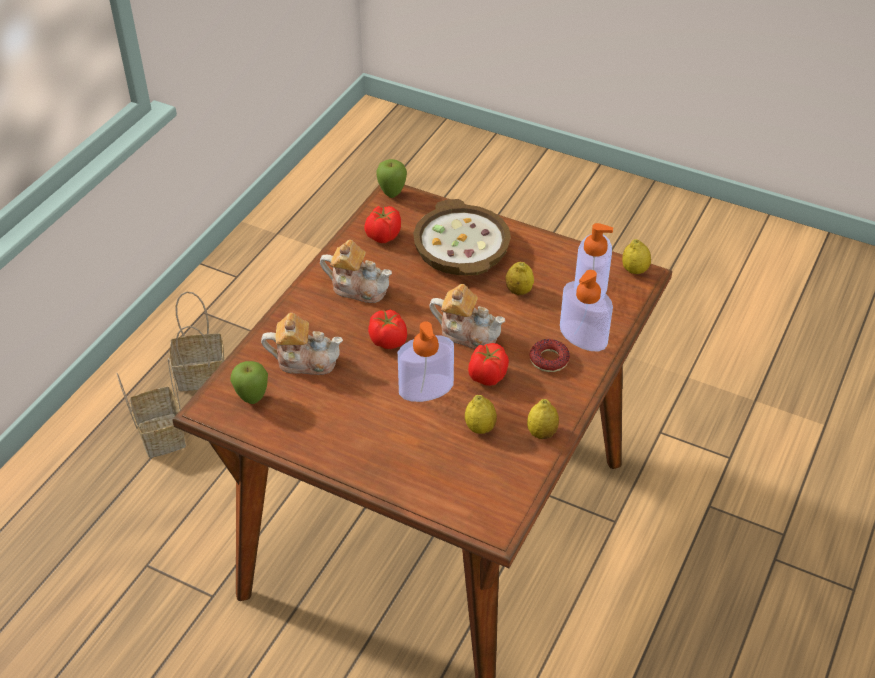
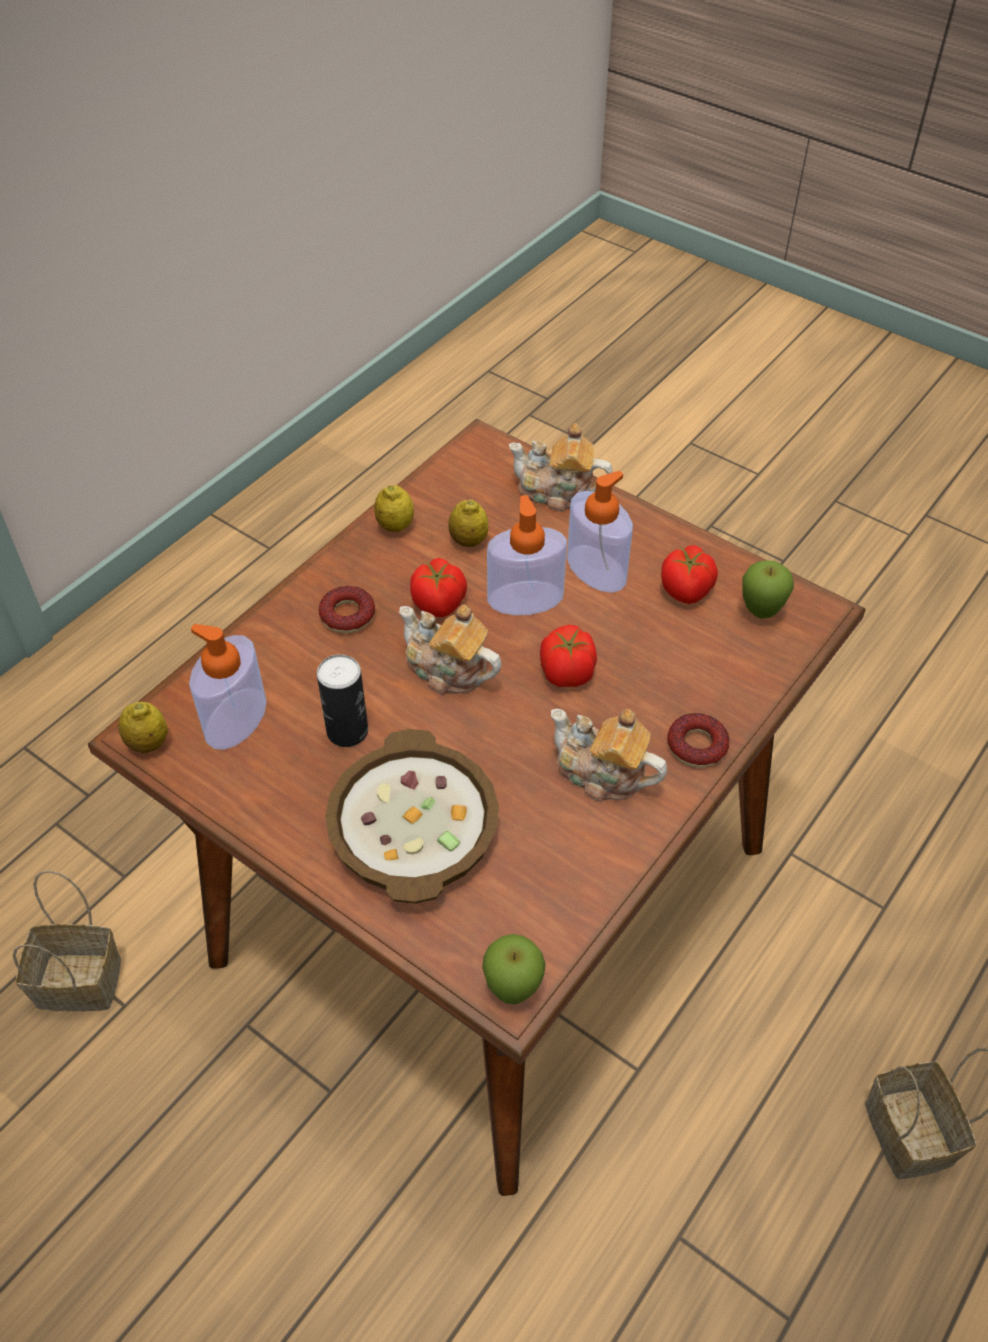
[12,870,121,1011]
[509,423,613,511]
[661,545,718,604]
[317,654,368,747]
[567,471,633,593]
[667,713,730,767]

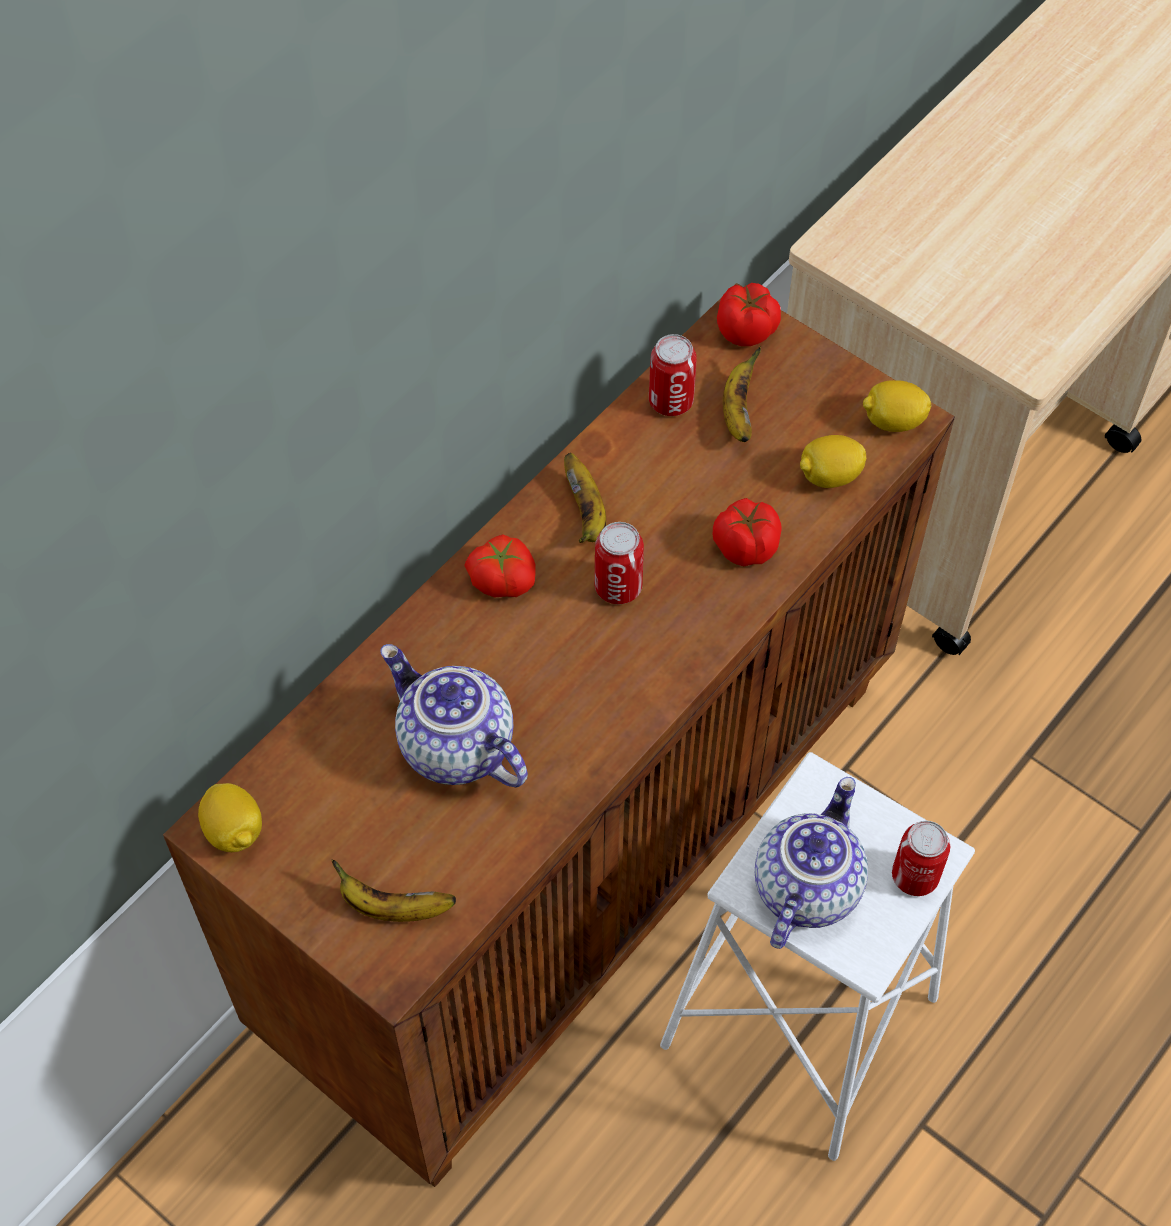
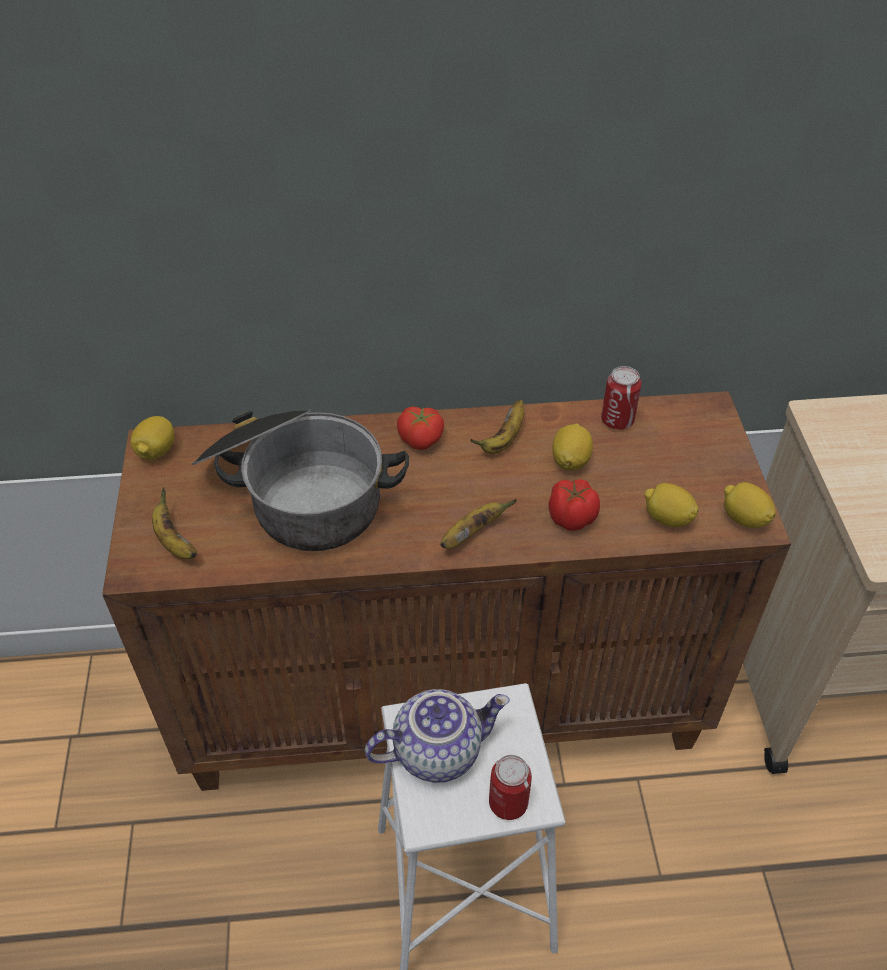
[192,410,409,551]
[594,522,644,604] (first image)
[717,283,781,346] (first image)
[441,499,517,548]
[553,423,593,470]

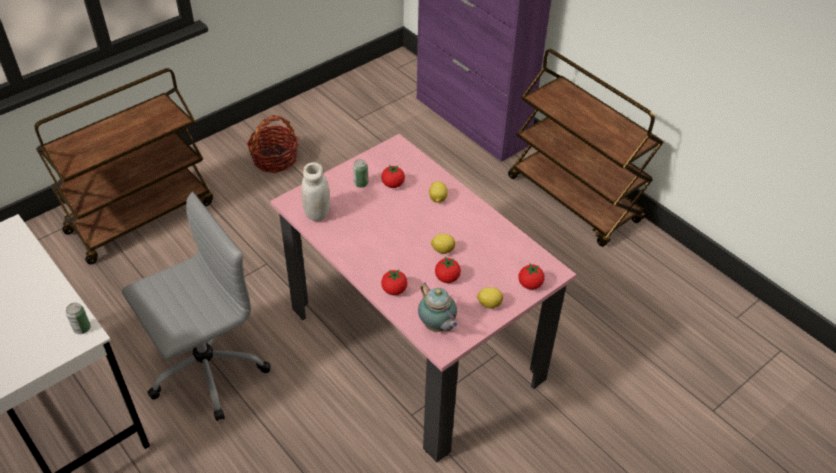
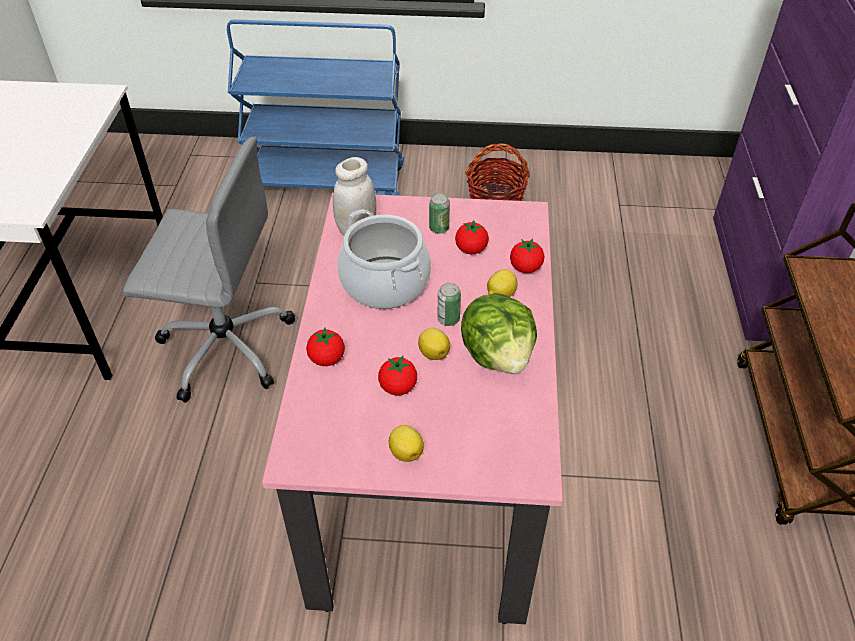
[227,19,404,196]
[437,283,461,326]
[418,282,458,332] (first image)
[510,239,544,273]
[337,209,431,309]
[461,293,537,374]

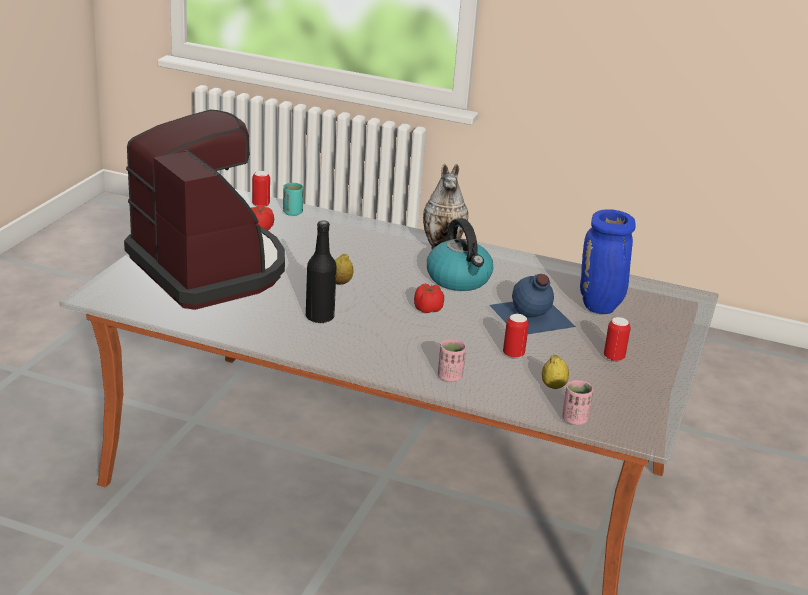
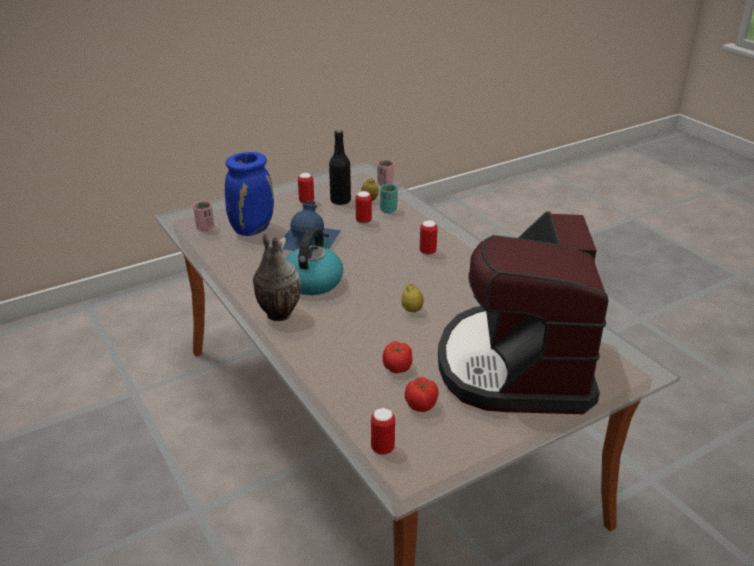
[380,184,398,213]
[329,130,351,205]
[382,341,412,373]
[193,201,214,231]
[420,220,438,255]

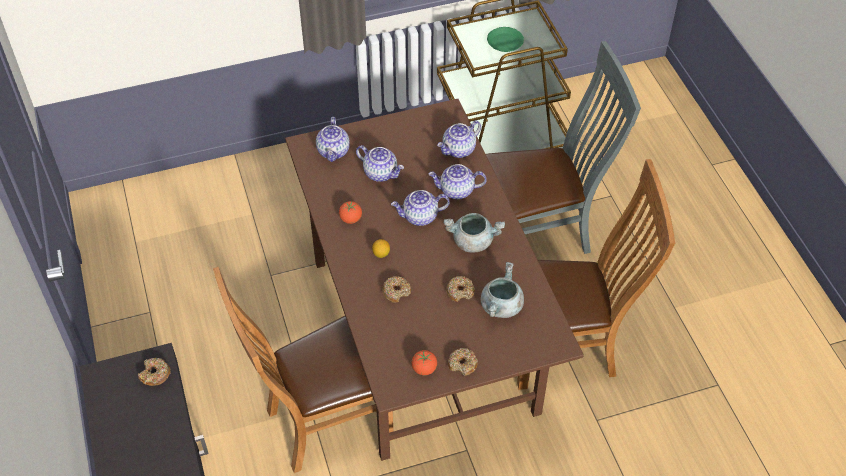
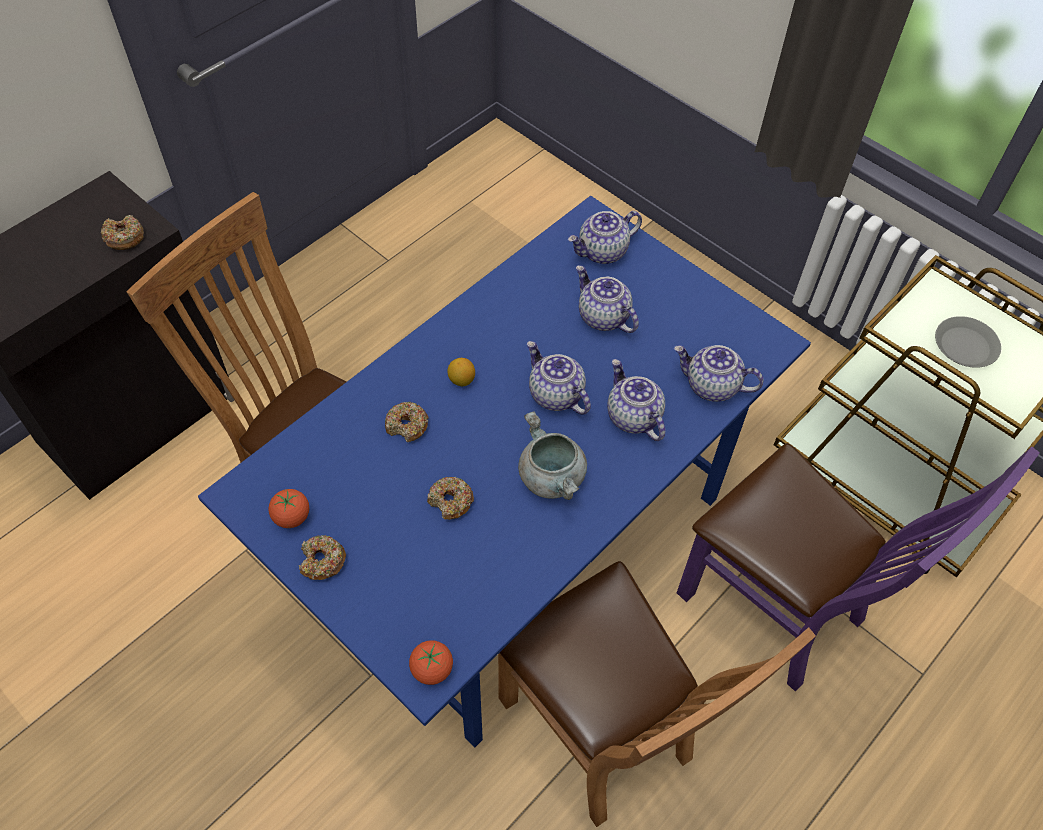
[198,196,811,748]
[409,640,453,685]
[576,265,639,333]
[481,262,524,318] (first image)
[677,443,1040,692]
[935,316,1001,368]

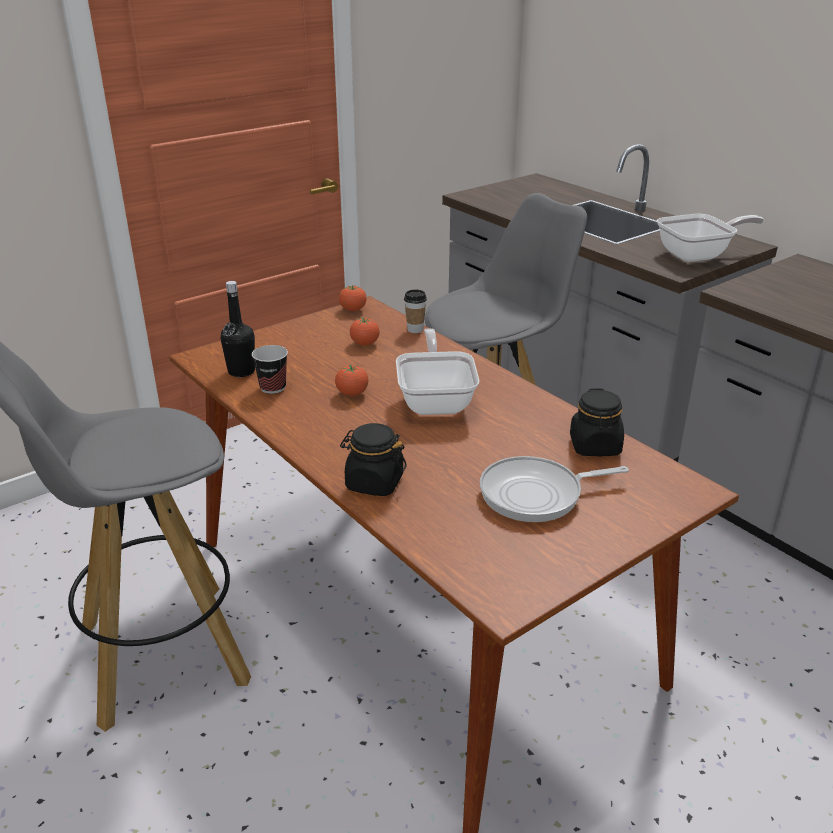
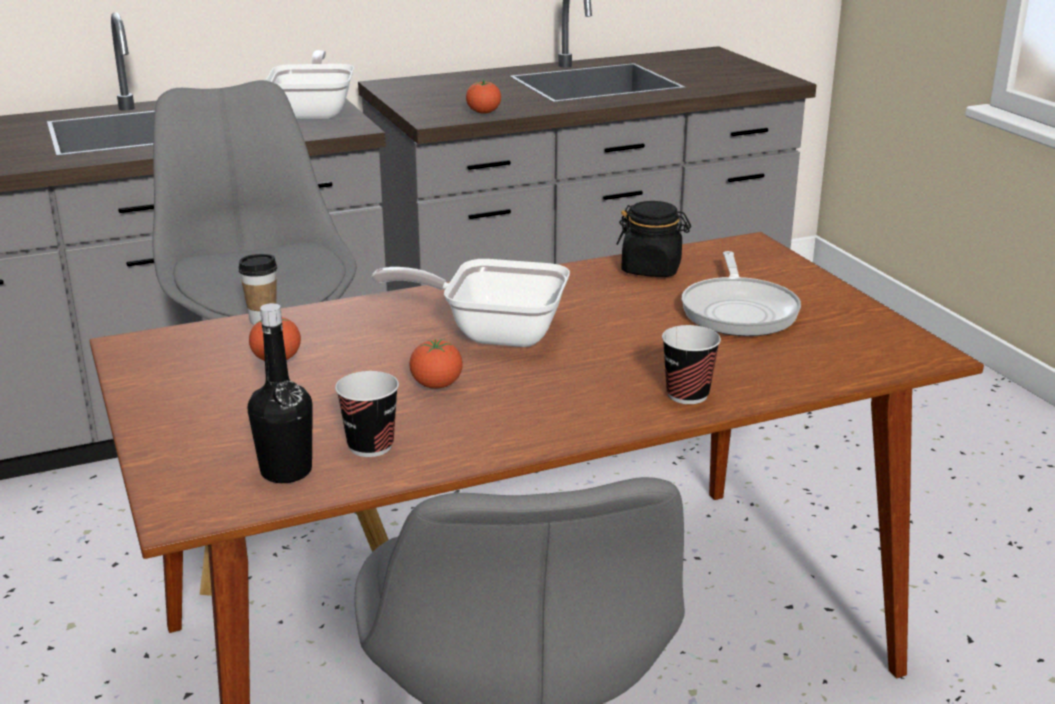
[466,79,501,113]
[662,325,721,404]

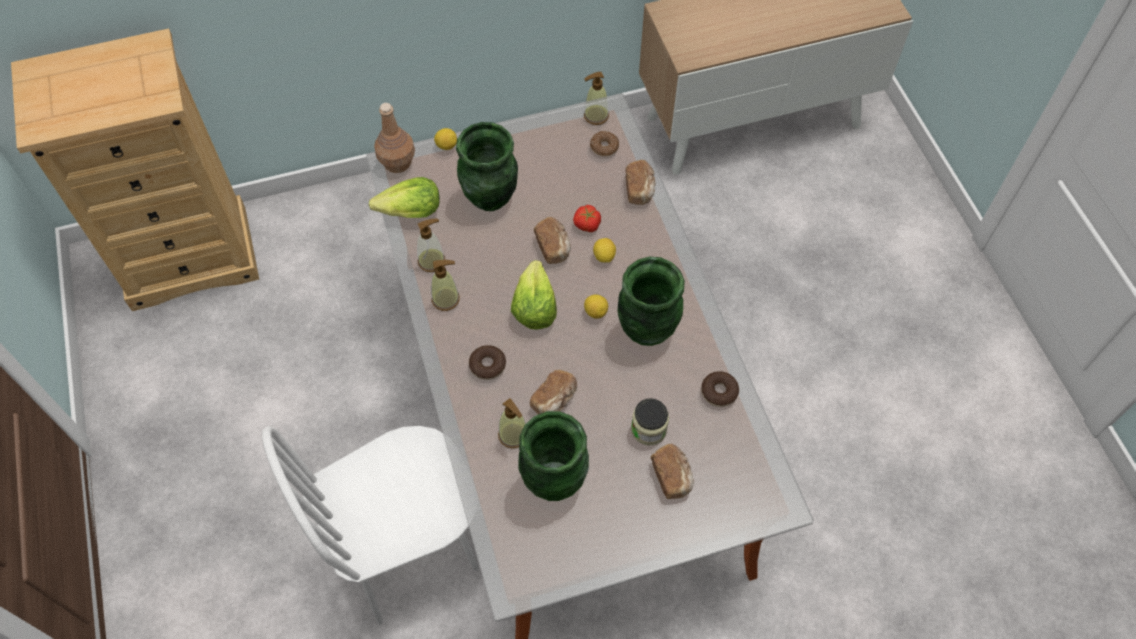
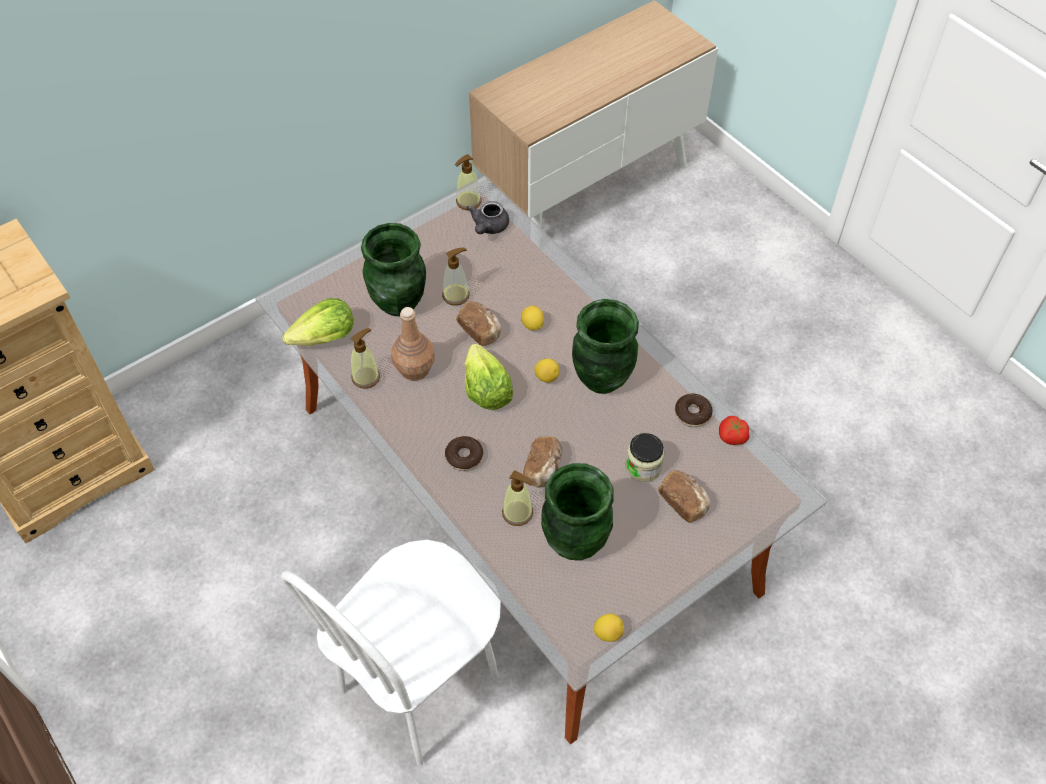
[391,307,435,381]
[442,248,469,305]
[594,613,624,642]
[719,416,749,445]
[467,201,509,234]
[625,160,656,205] (first image)

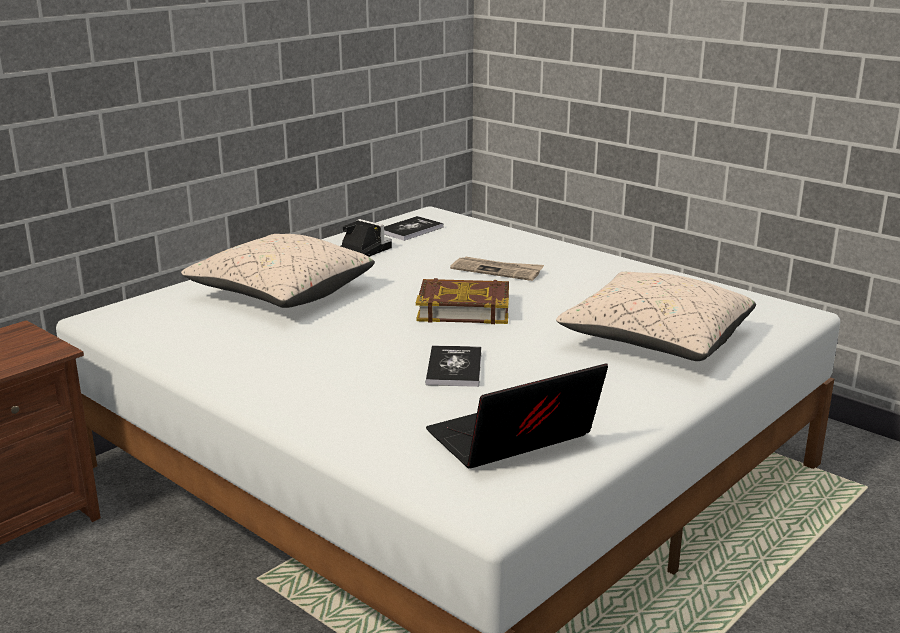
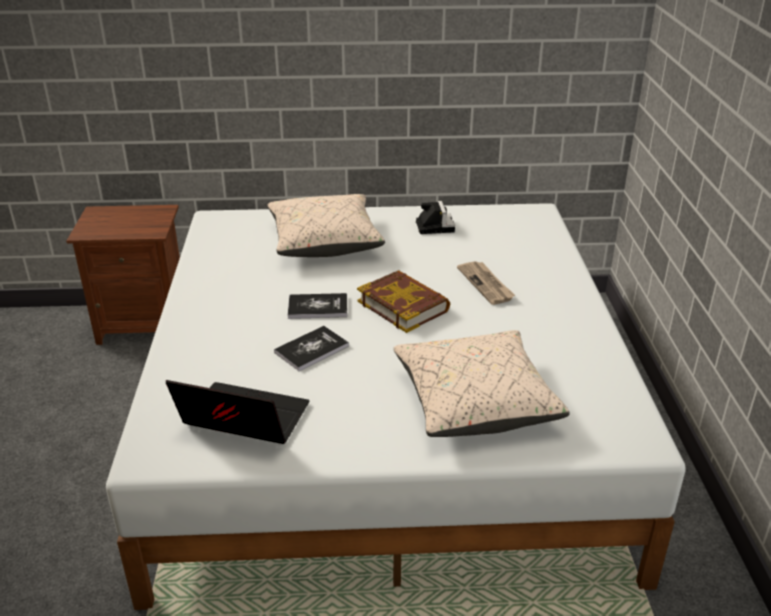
[288,293,347,319]

